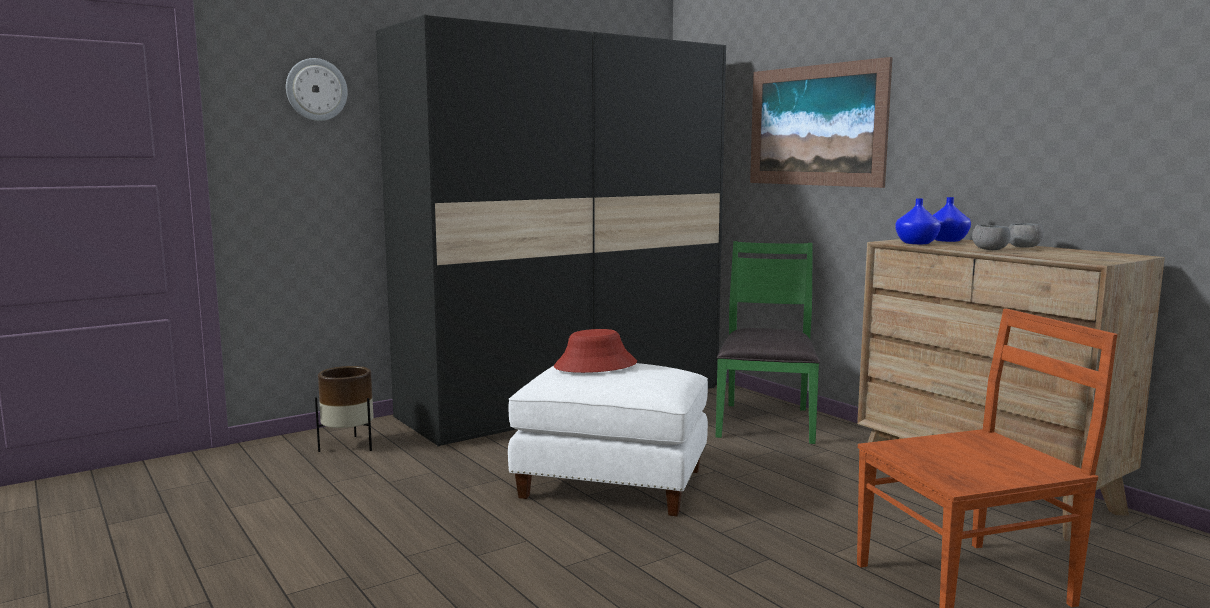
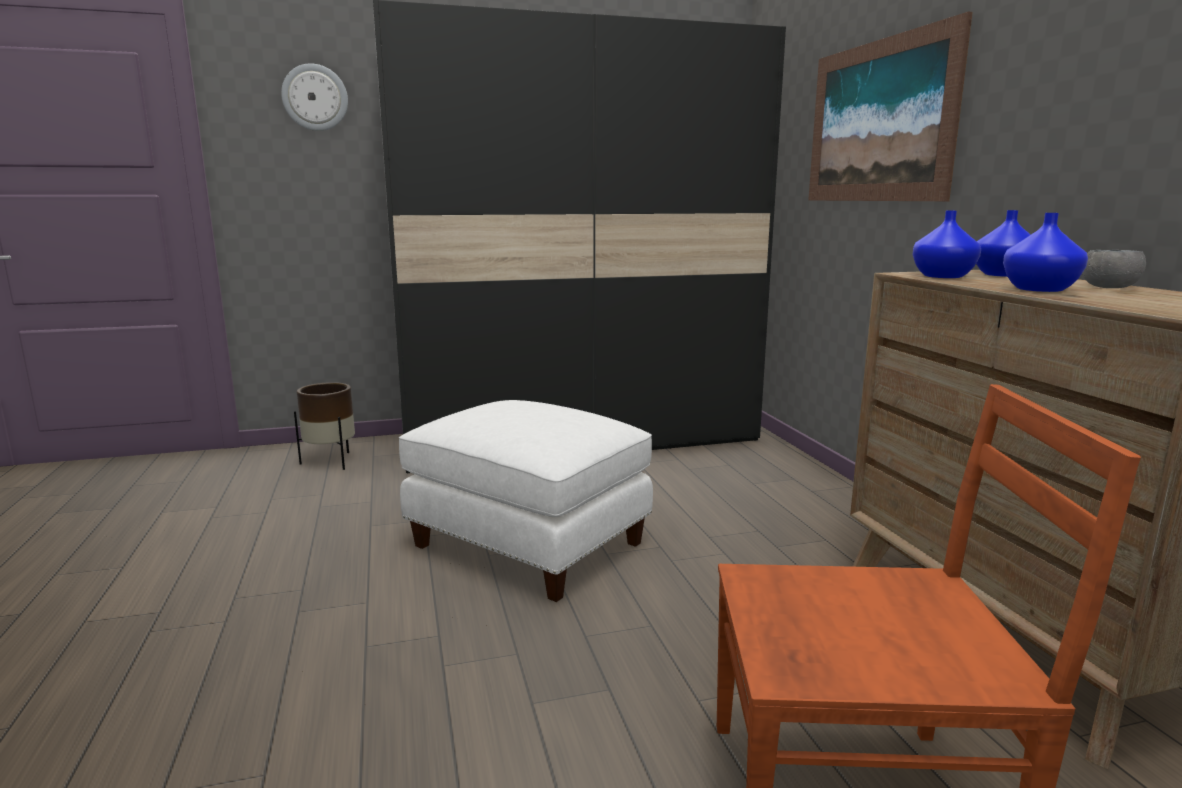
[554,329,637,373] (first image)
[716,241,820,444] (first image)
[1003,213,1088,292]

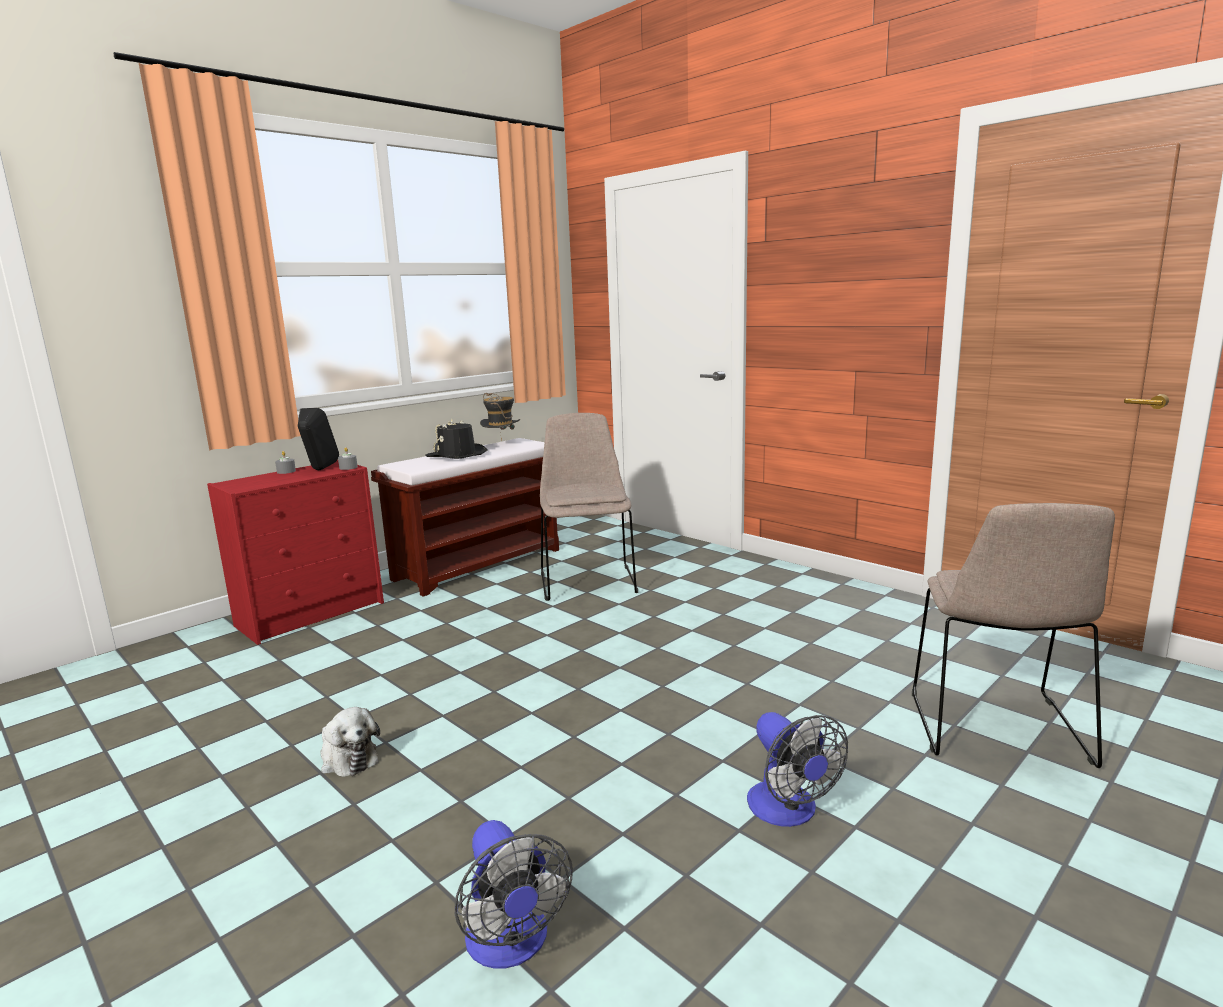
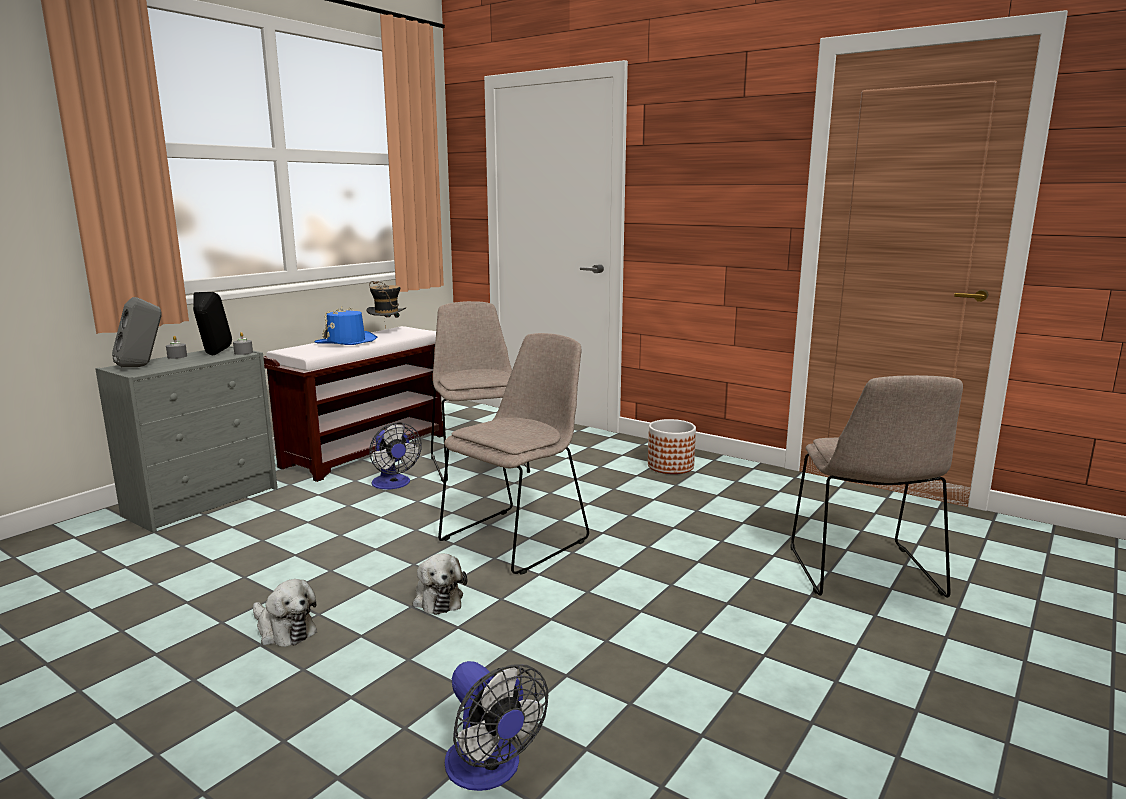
[95,346,278,533]
[314,306,377,345]
[369,423,422,489]
[112,297,162,367]
[413,554,468,615]
[438,333,589,575]
[648,419,696,474]

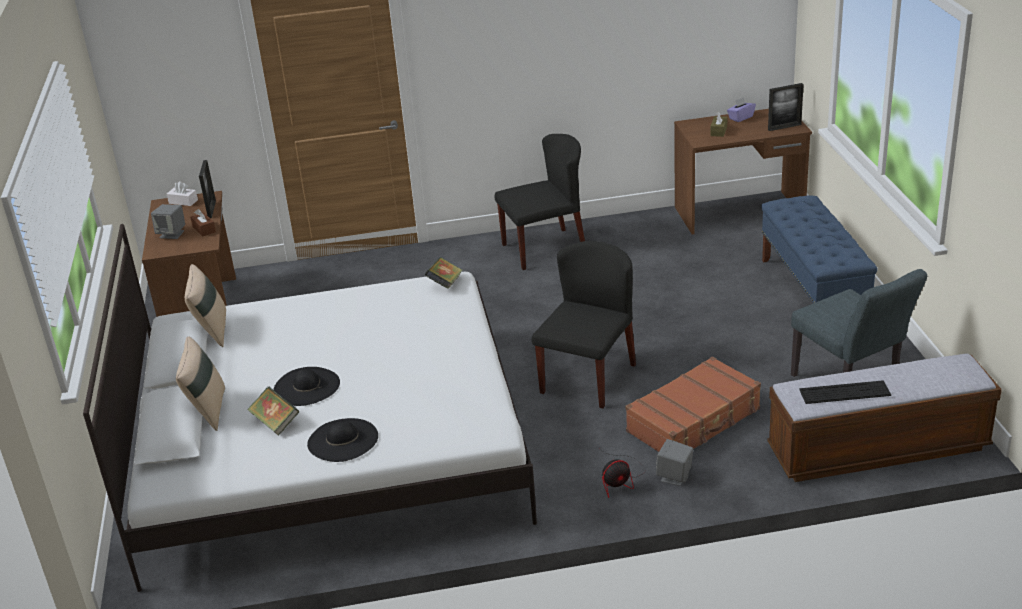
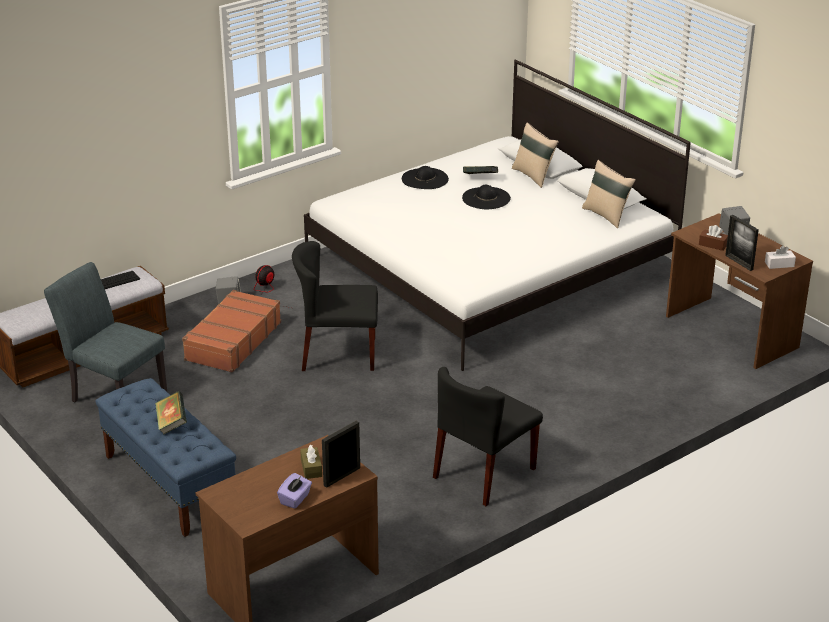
[155,391,187,435]
[292,241,378,371]
[322,421,360,488]

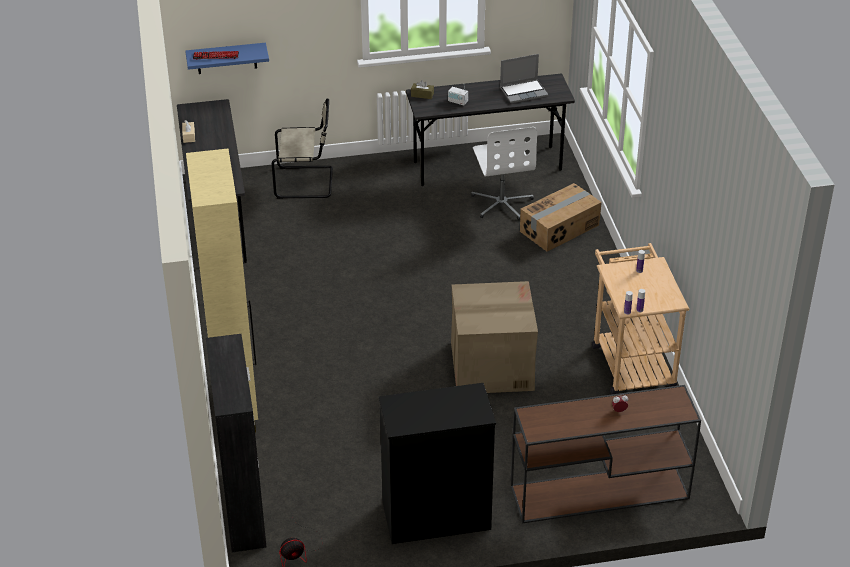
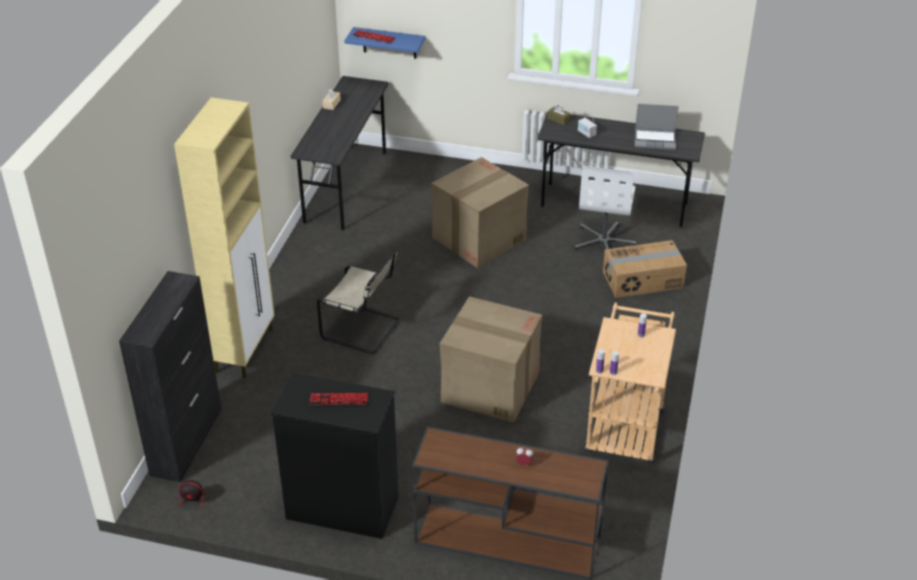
[317,249,400,354]
[309,393,369,406]
[431,157,529,268]

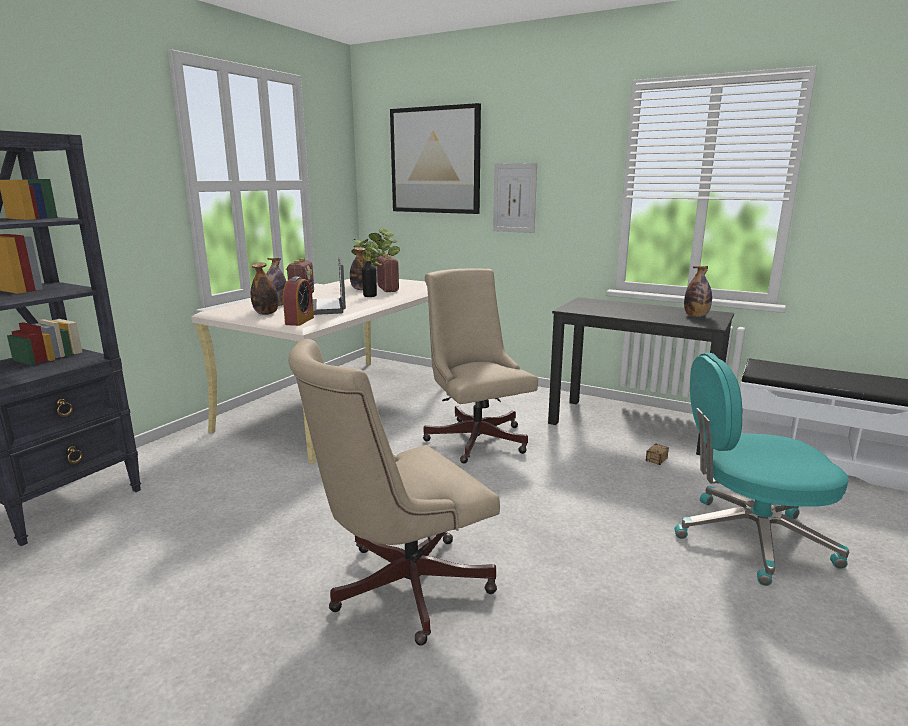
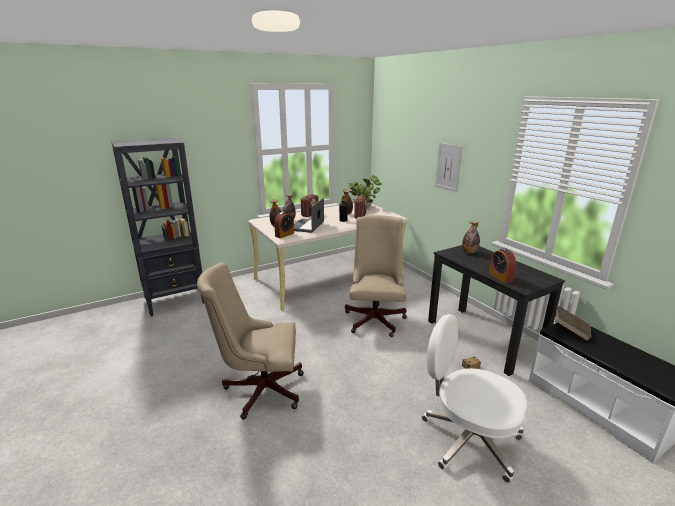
[390,103,481,214] (first image)
[422,314,527,483]
[462,222,480,254]
[489,248,516,283]
[555,306,591,341]

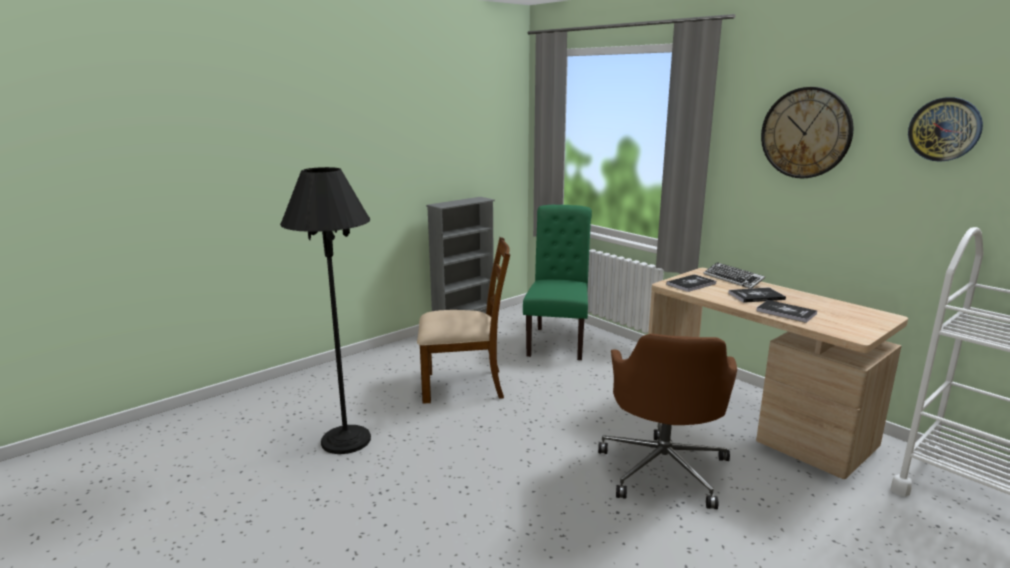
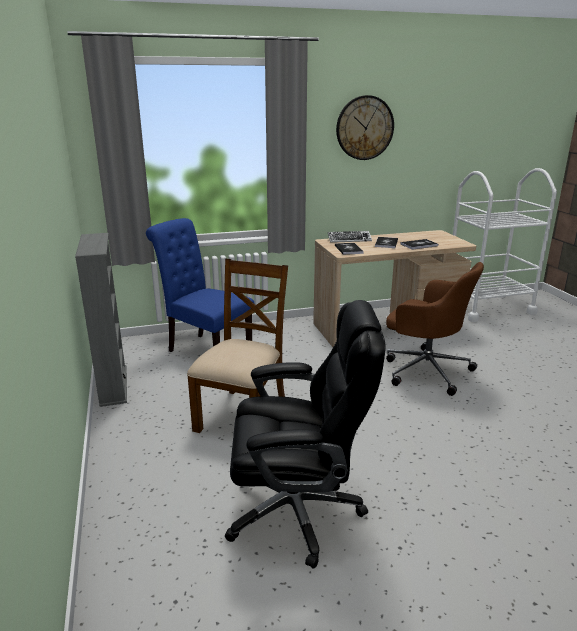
[225,300,386,569]
[146,218,254,352]
[908,97,983,162] (first image)

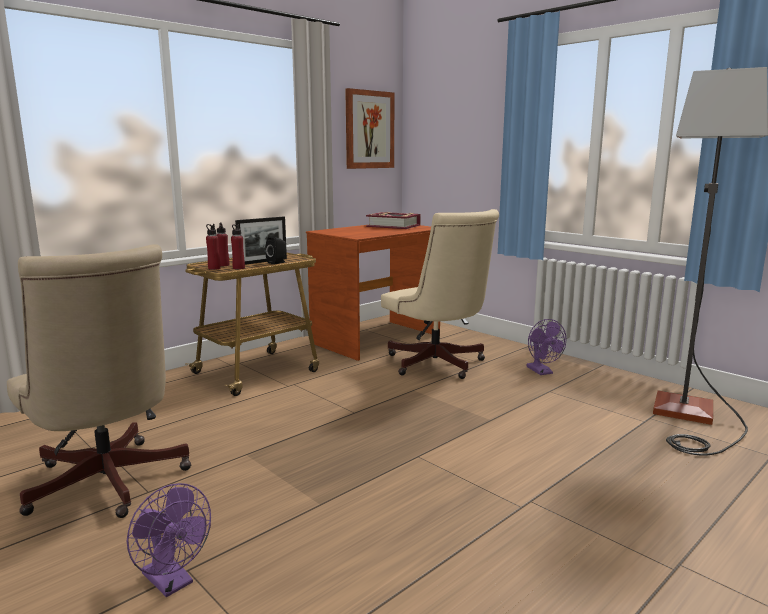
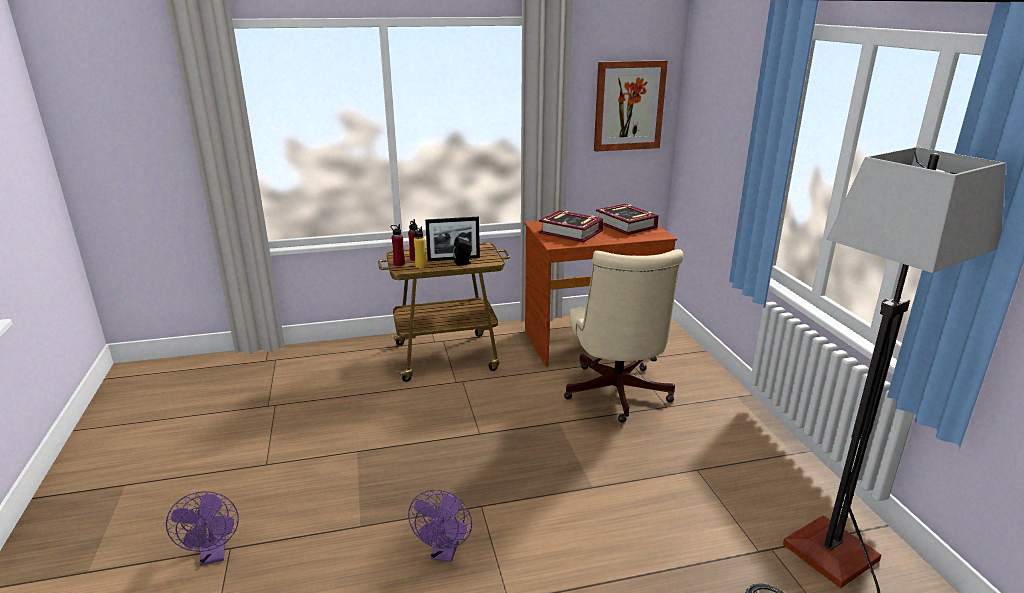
[7,244,191,518] (first image)
[413,226,427,269]
[408,490,472,562]
[539,210,603,242]

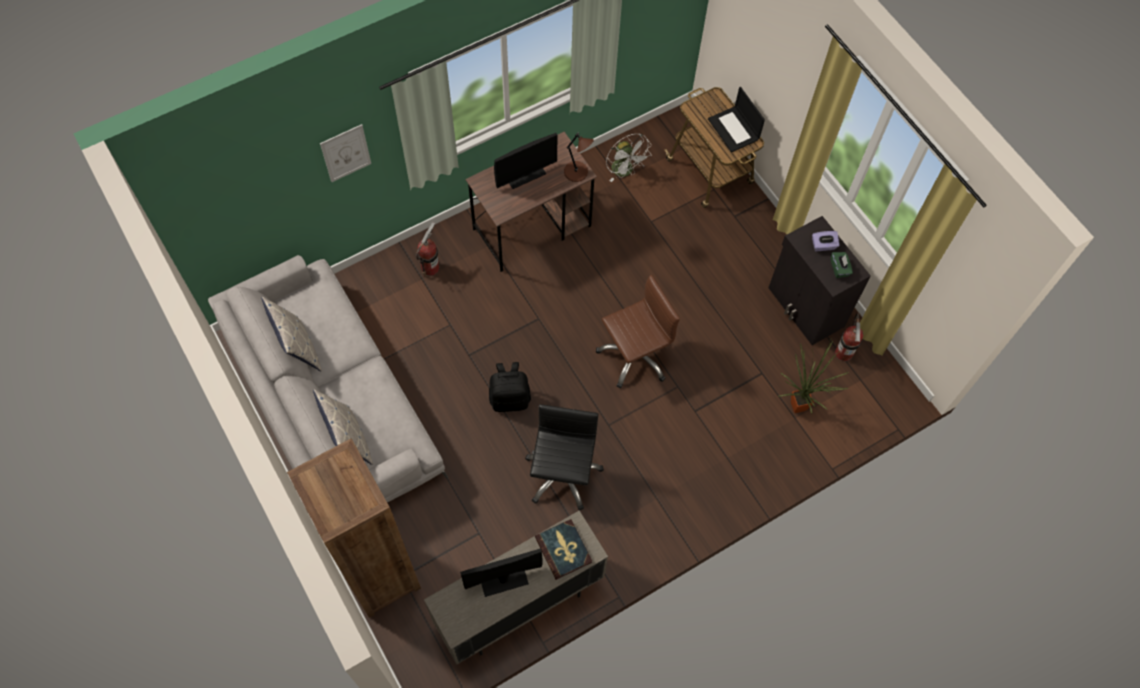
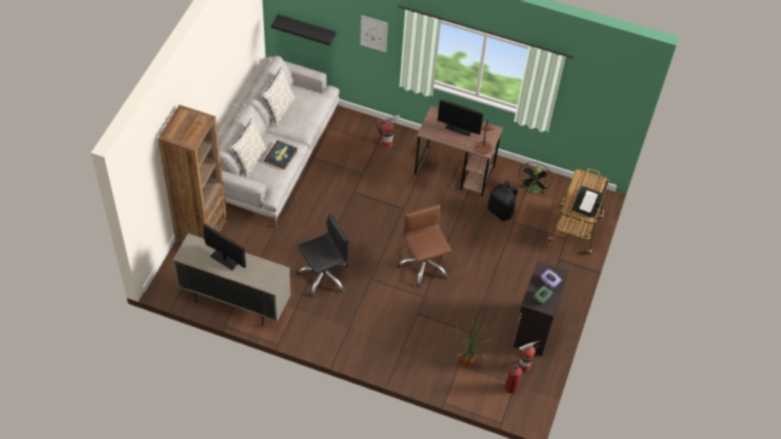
[488,181,518,221]
[264,140,297,170]
[397,204,452,287]
[518,162,553,193]
[271,14,336,46]
[505,362,522,394]

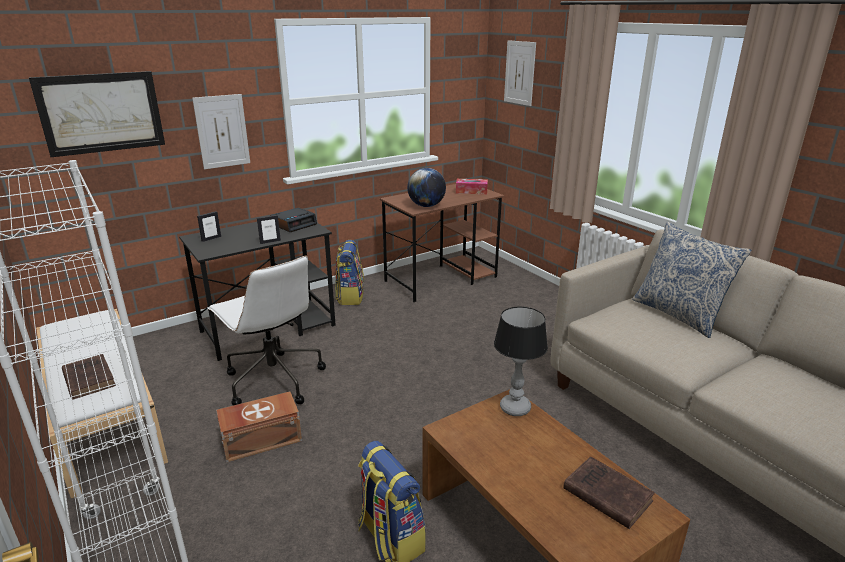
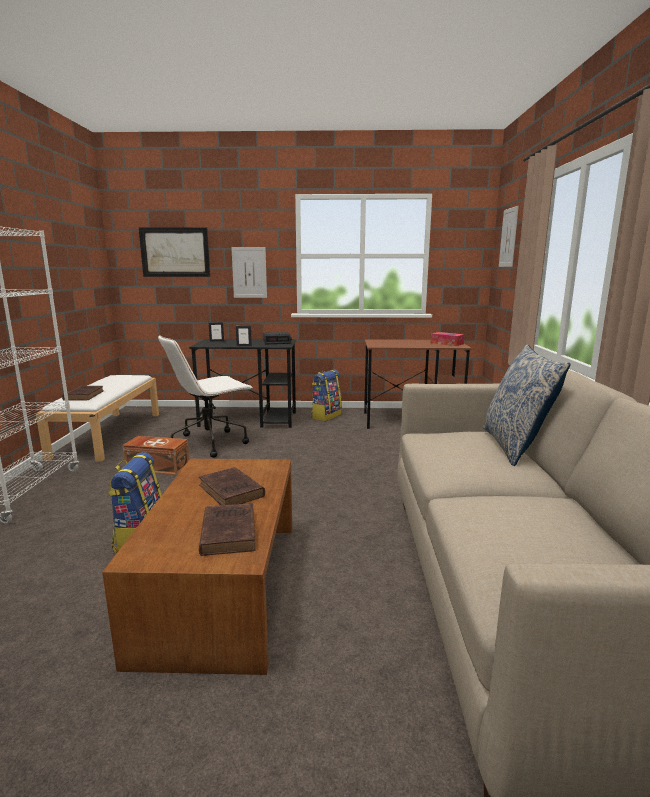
[158,335,253,458]
[407,168,446,207] (first image)
[494,307,548,416] (first image)
[199,467,265,505]

